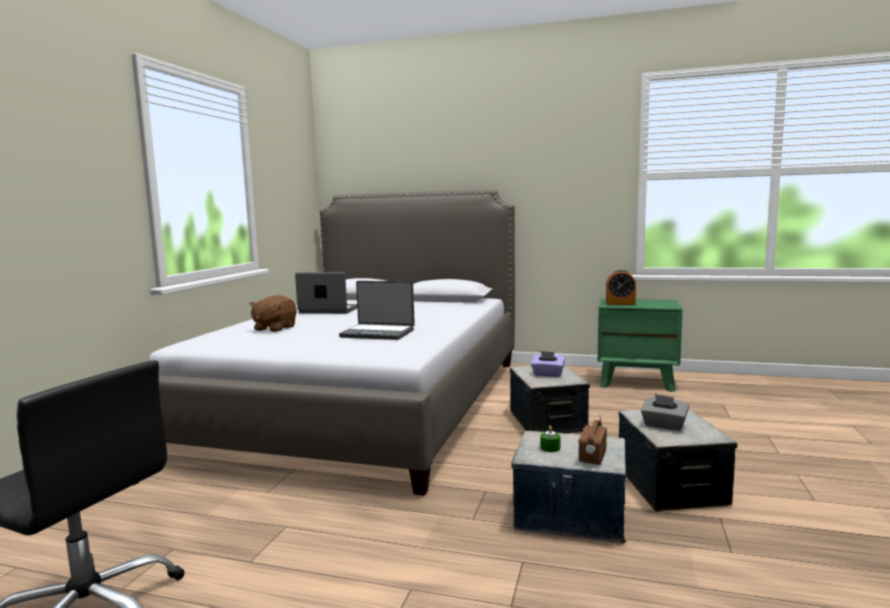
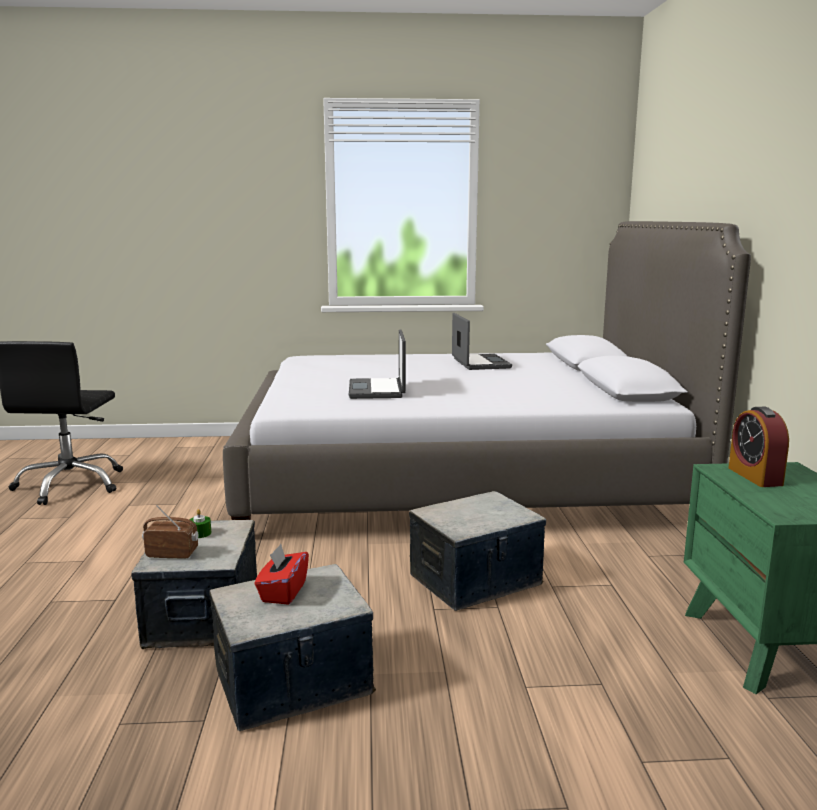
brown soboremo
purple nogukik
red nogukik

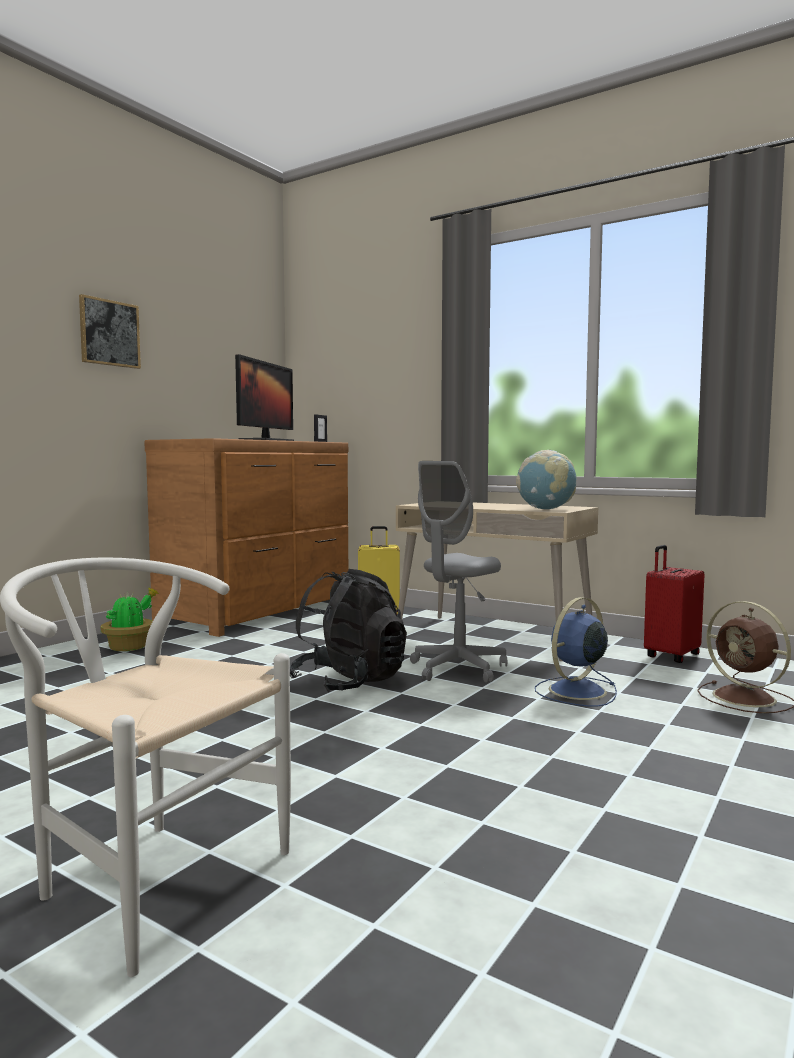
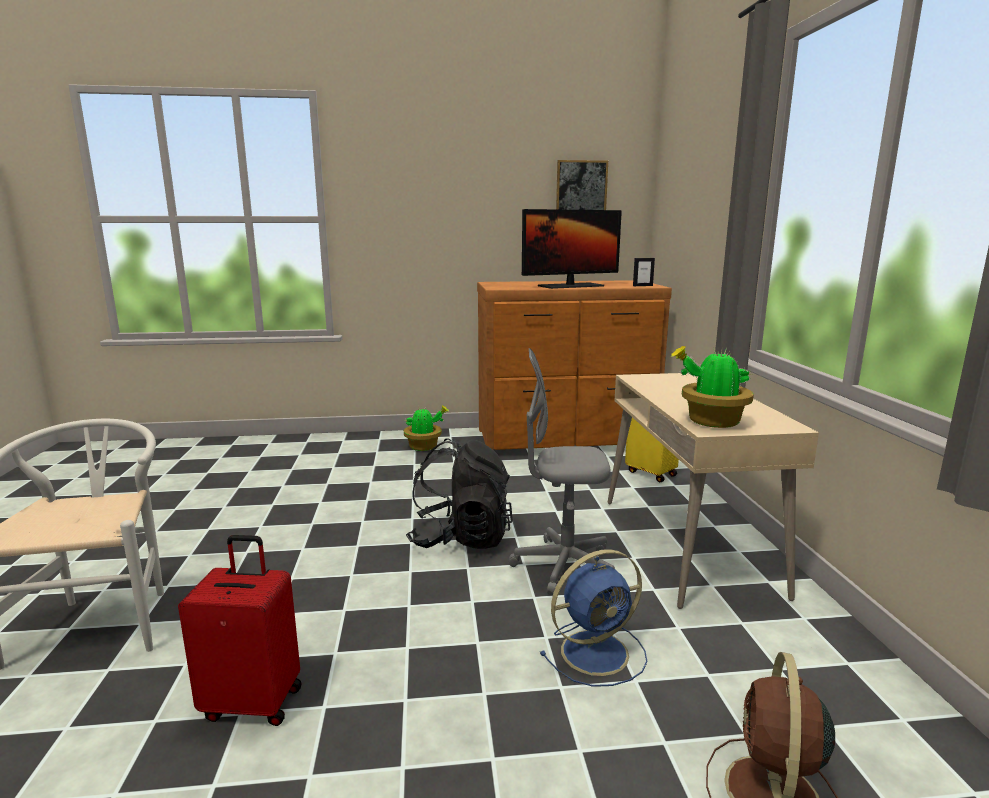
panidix
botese (no. 2 from left)
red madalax
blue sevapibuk

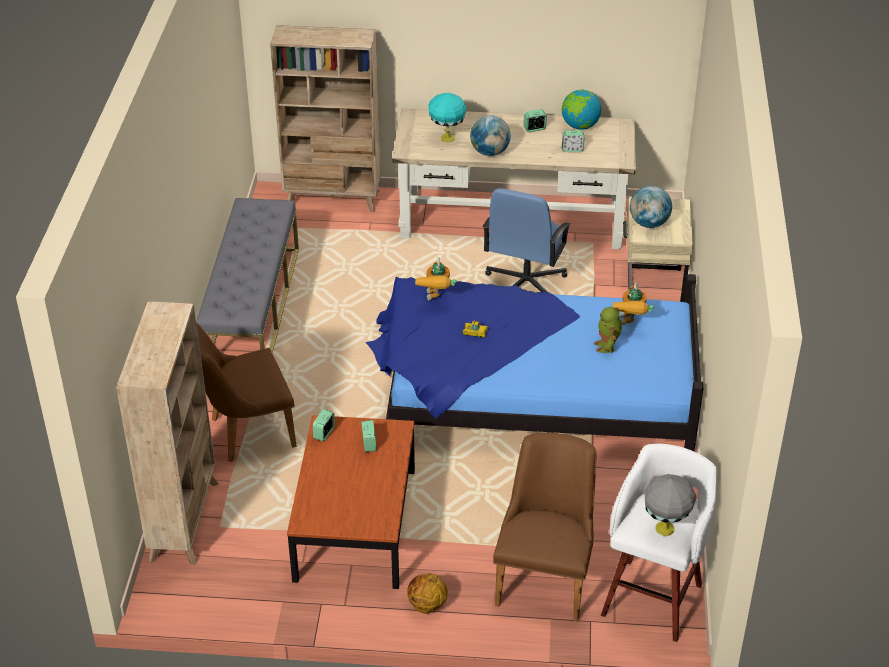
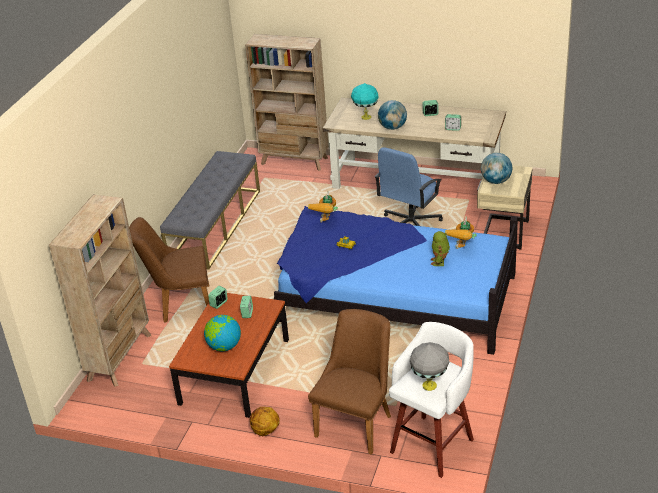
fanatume (no. 1 from left)

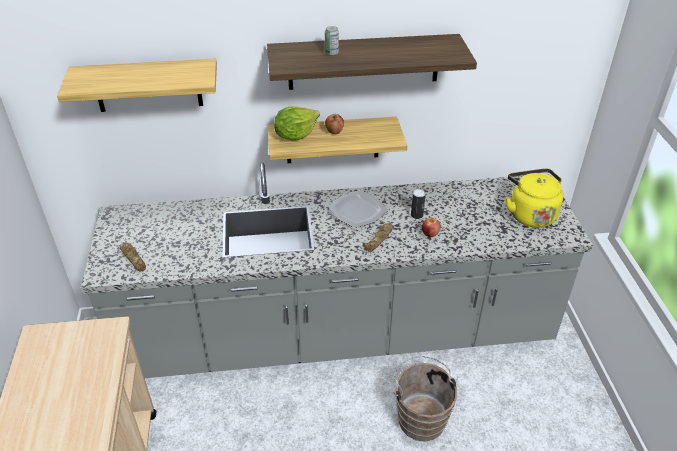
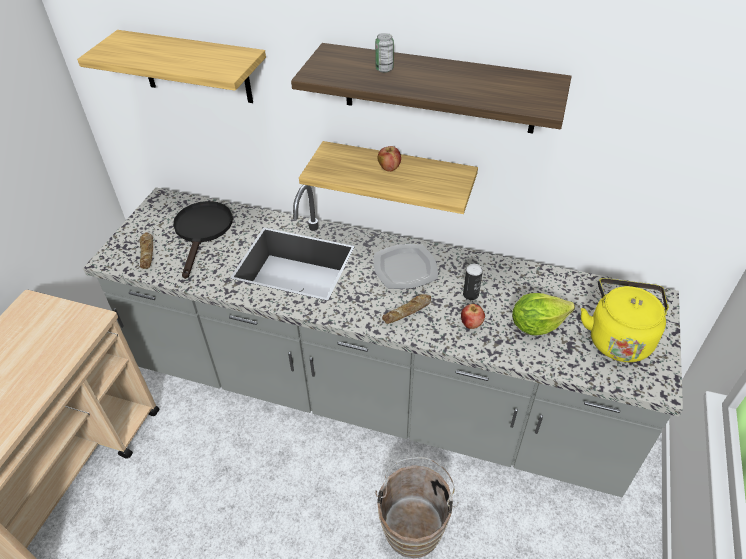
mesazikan
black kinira

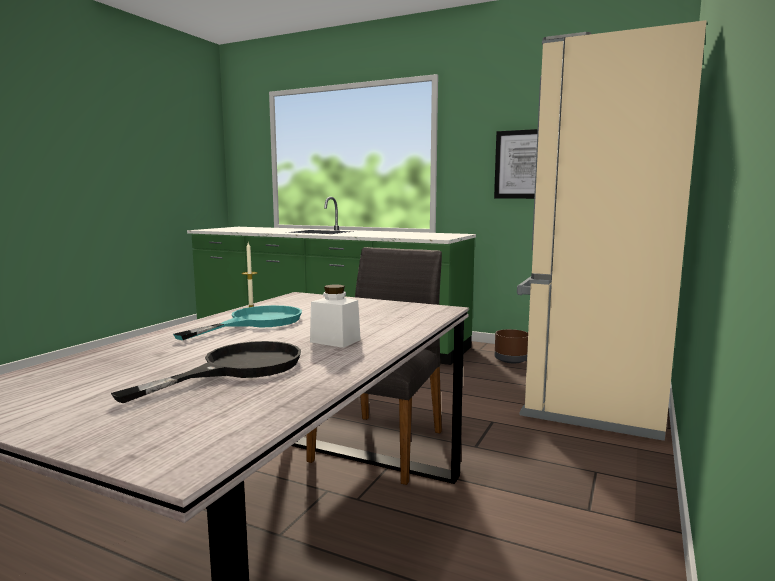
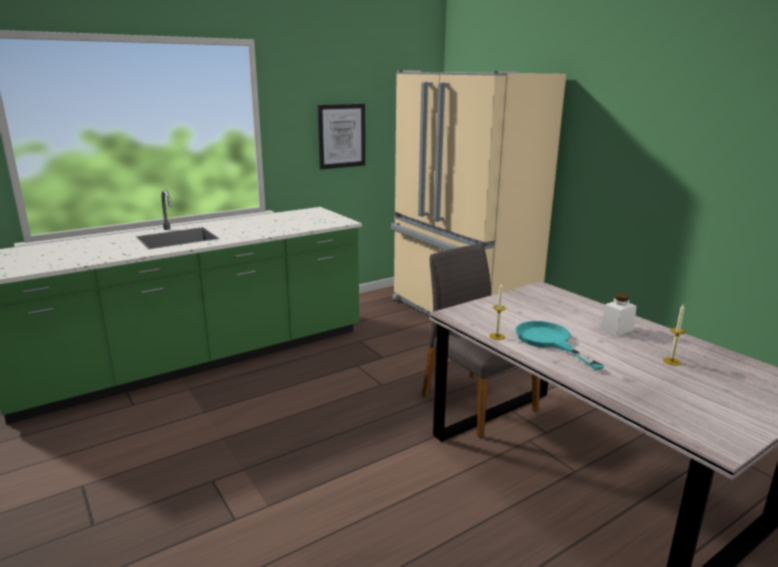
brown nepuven
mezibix (no. 2 from left)

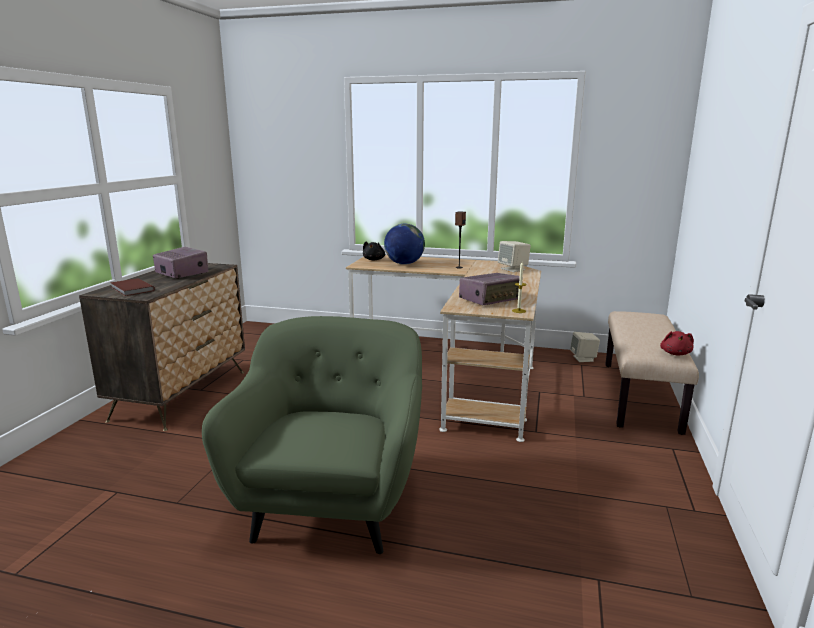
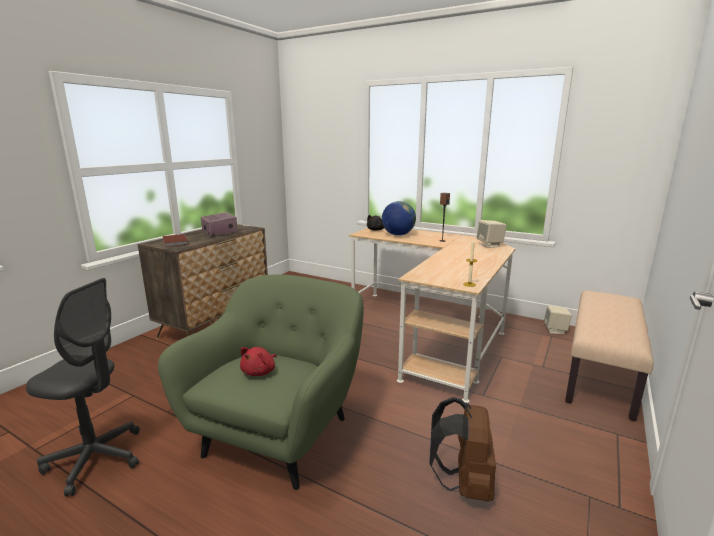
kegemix (no. 2 from left in the first image)
red soboremo
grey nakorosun
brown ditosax

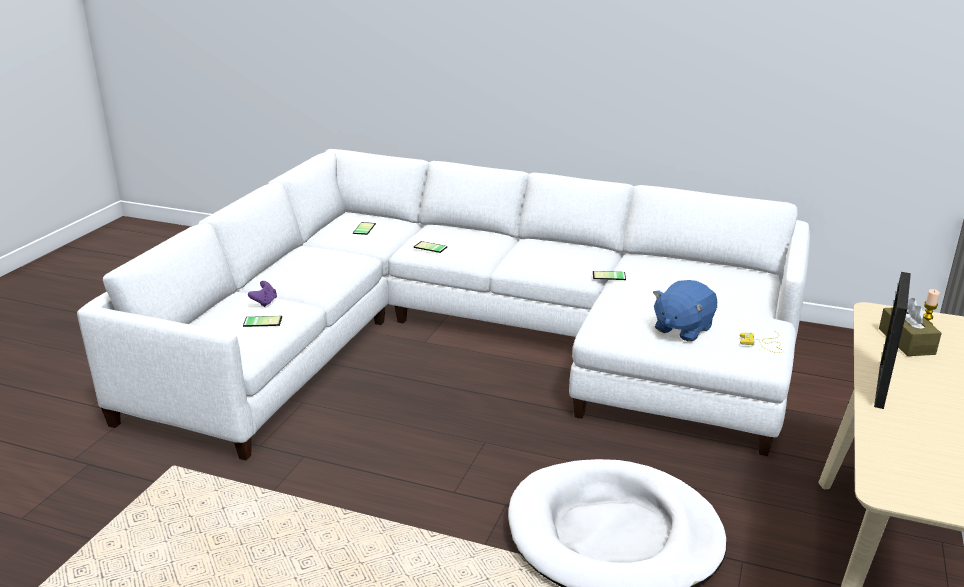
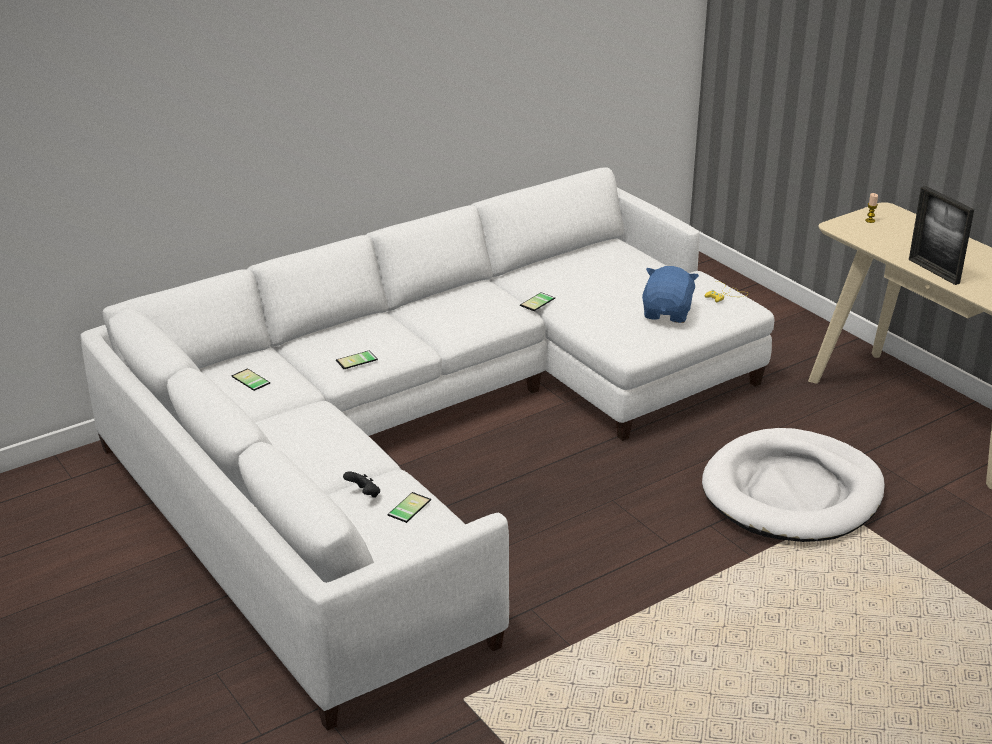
blue soboremo
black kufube
brown nogukik

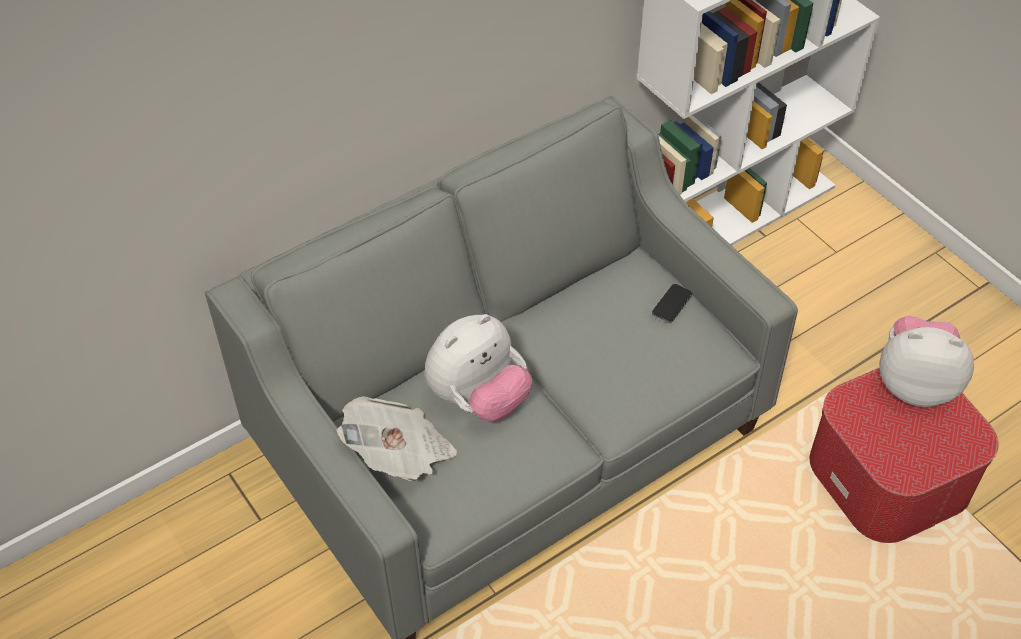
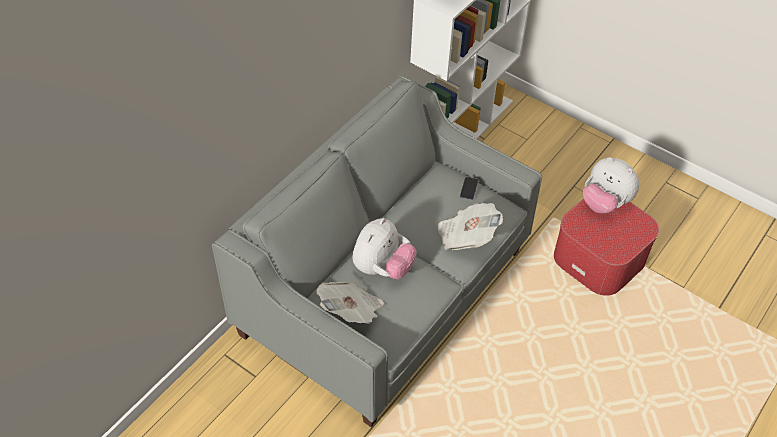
soboremo (no. 2 from left)
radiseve (no. 2 from left)

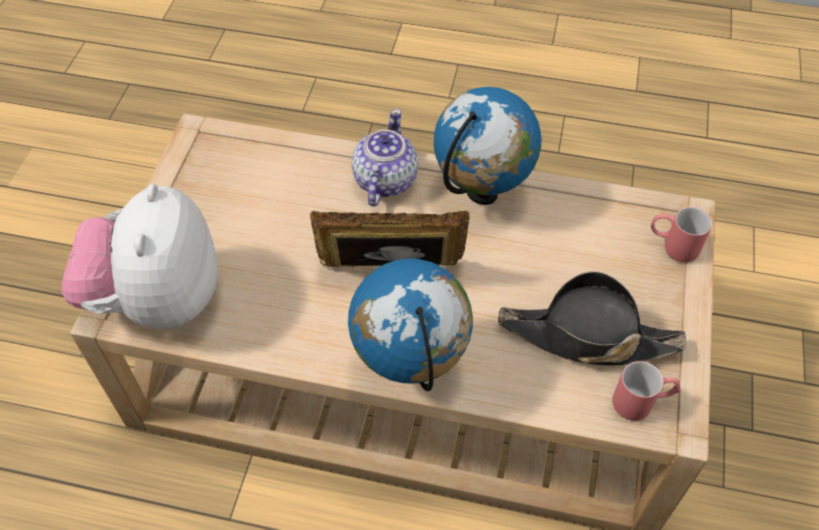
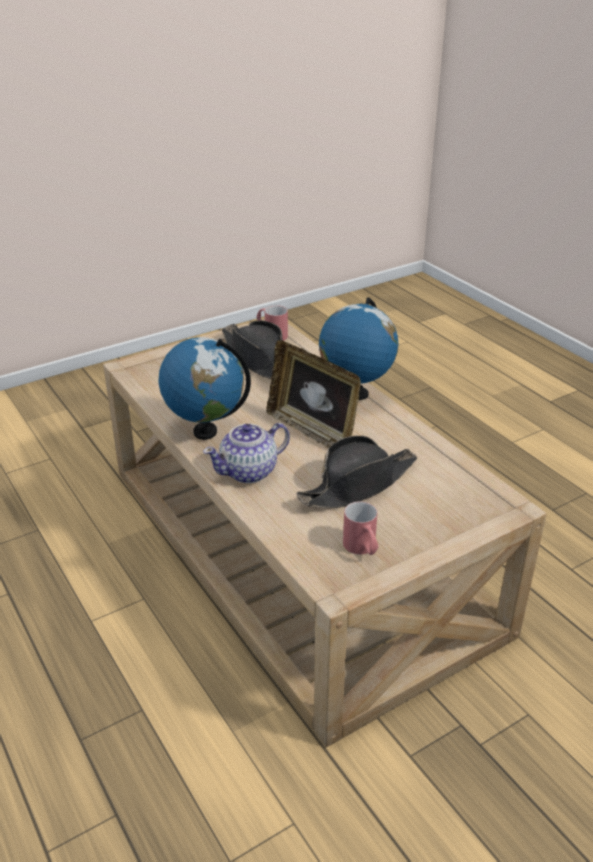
soboremo
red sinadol (no. 2 from left)
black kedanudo (no. 2 from left)

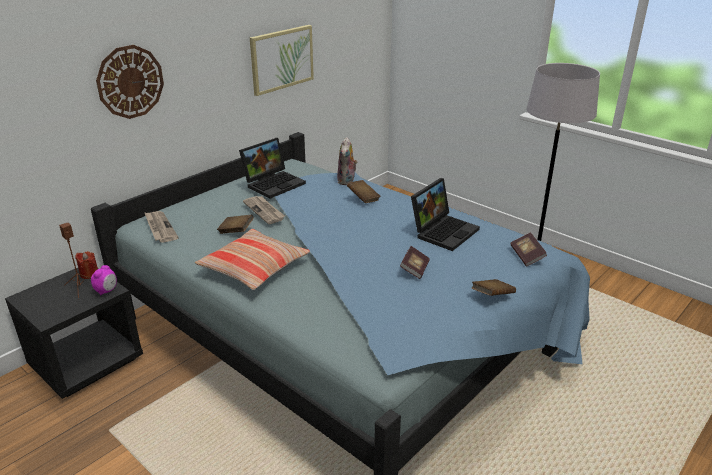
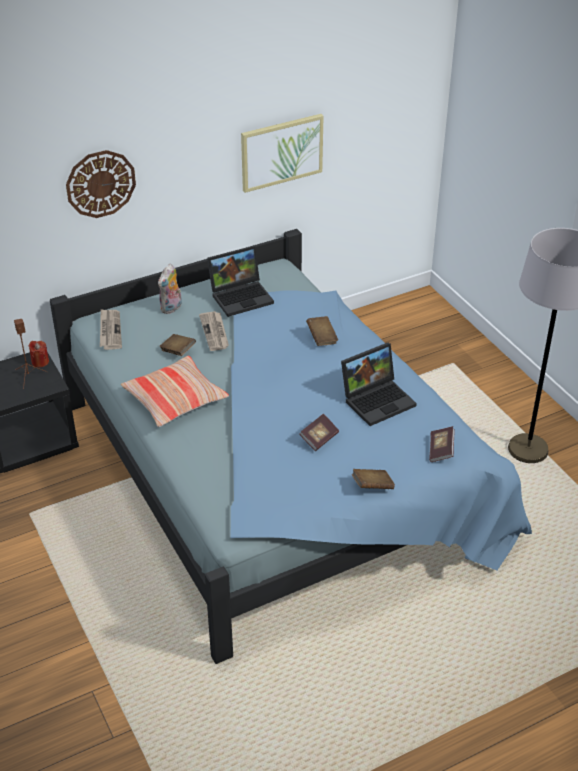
soboremo
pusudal

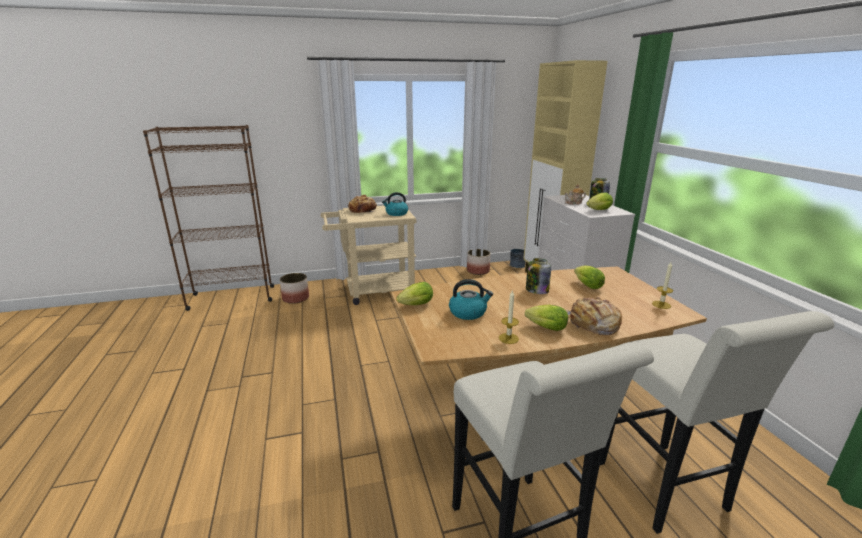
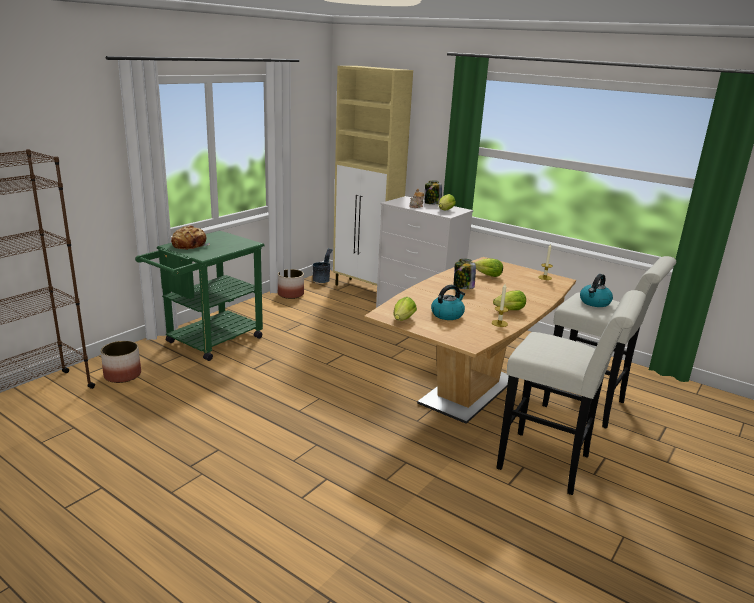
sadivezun (no. 2 from left)
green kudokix
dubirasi (no. 2 from left in the first image)

